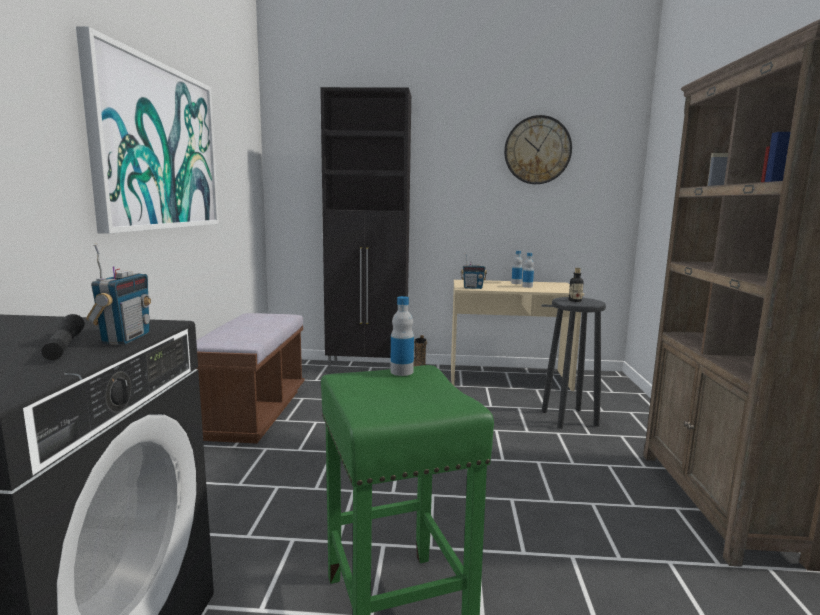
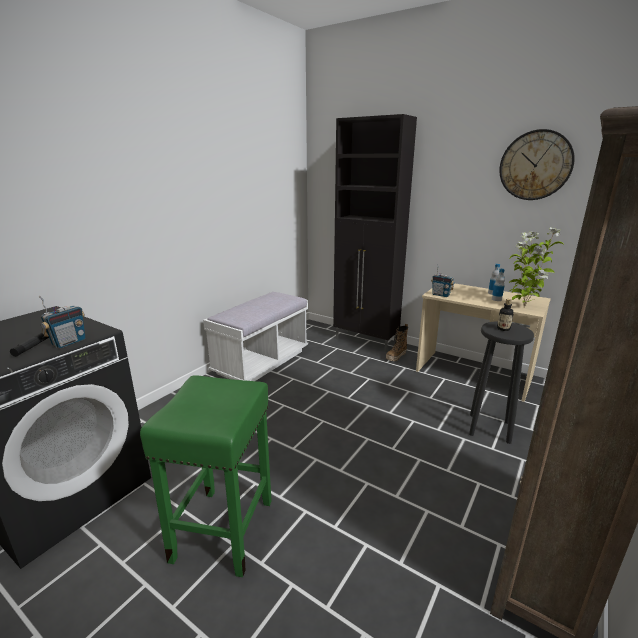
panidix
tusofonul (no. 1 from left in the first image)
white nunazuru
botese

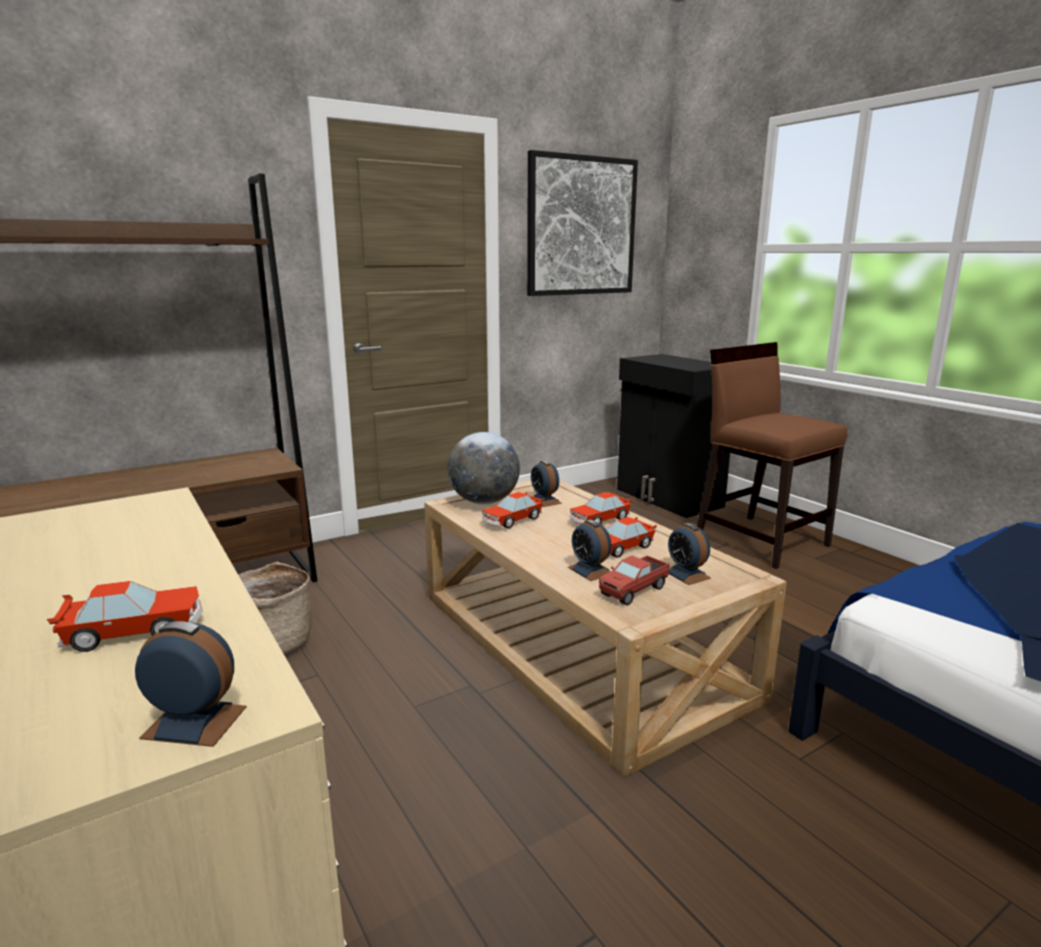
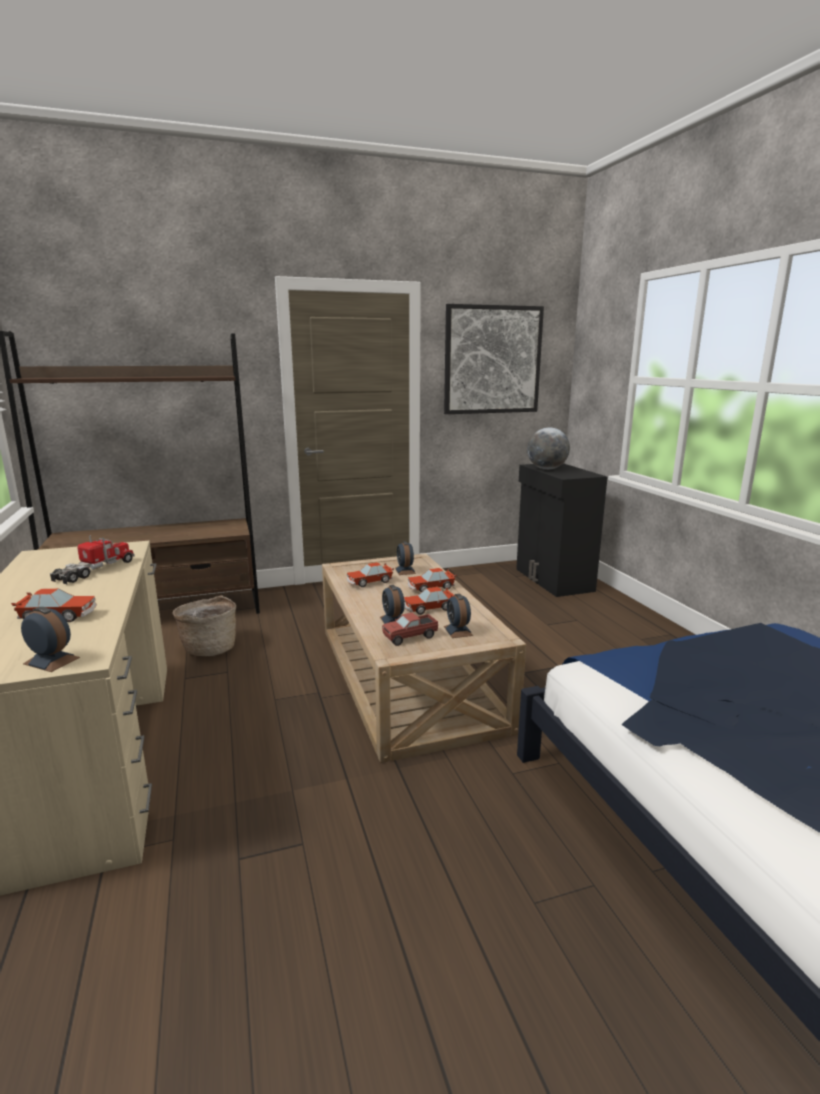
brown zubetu
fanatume
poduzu (no. 1 from left)

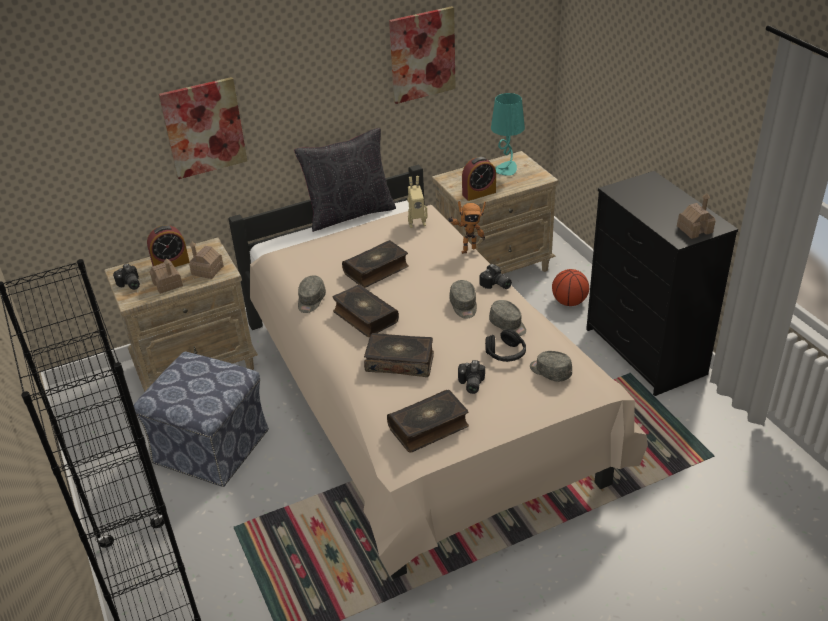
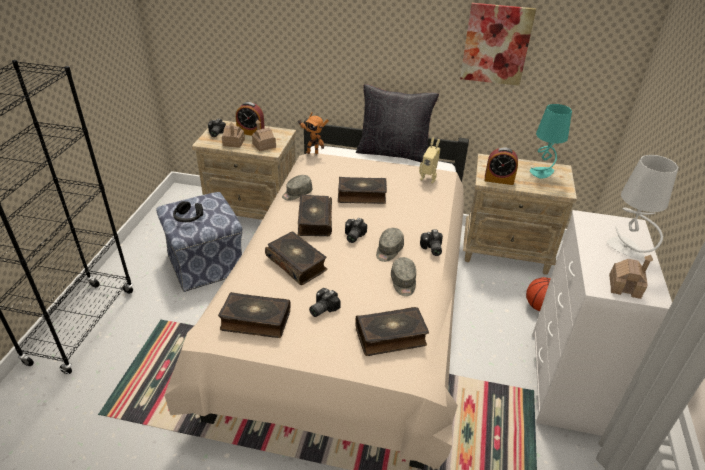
panidix (no. 1 from left in the first image)
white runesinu
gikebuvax (no. 1 from left)
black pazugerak
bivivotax (no. 5 from left)
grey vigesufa
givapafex (no. 3 from left)

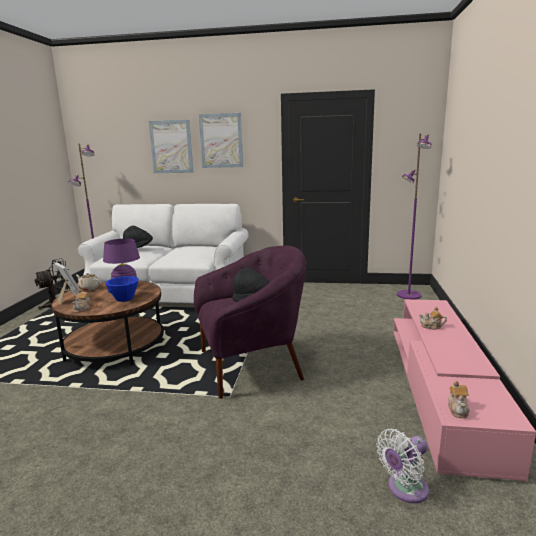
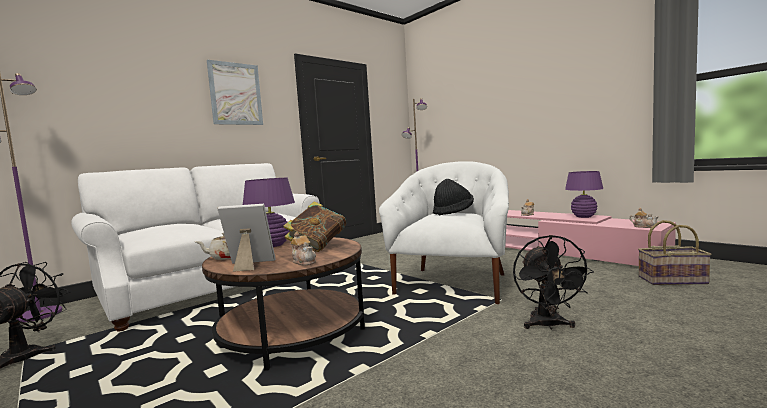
panidix (no. 1 from left in the first image)
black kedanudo (no. 1 from left in the first image)
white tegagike
bivivotax
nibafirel
purple vigesufa (no. 2 from left)
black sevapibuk (no. 2 from left)

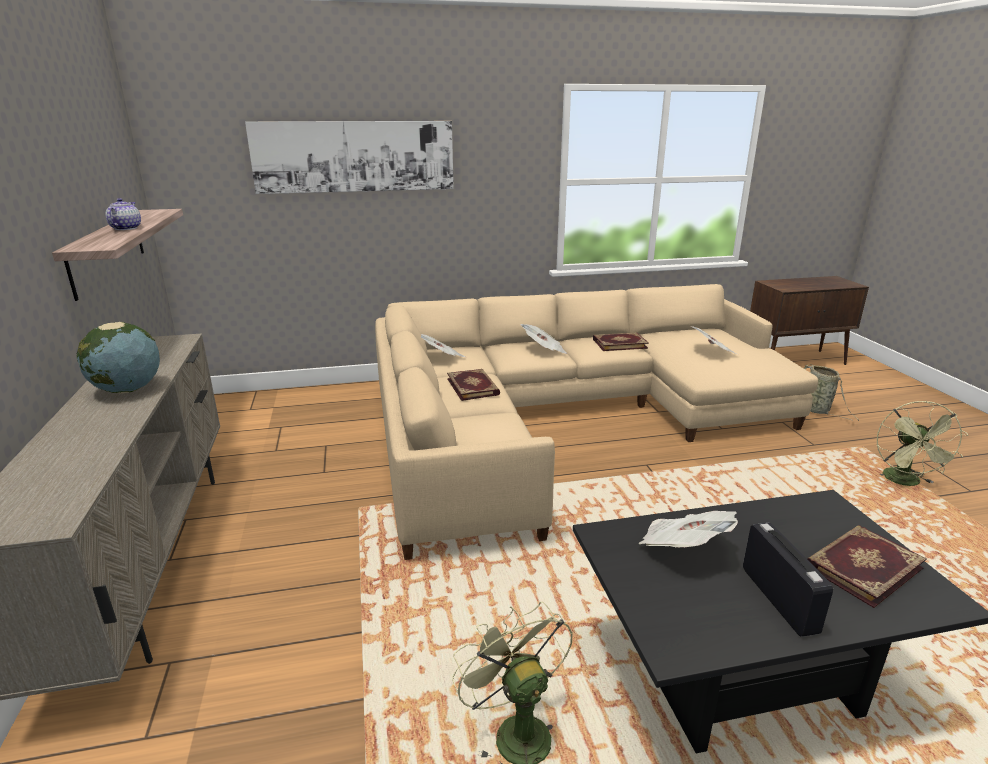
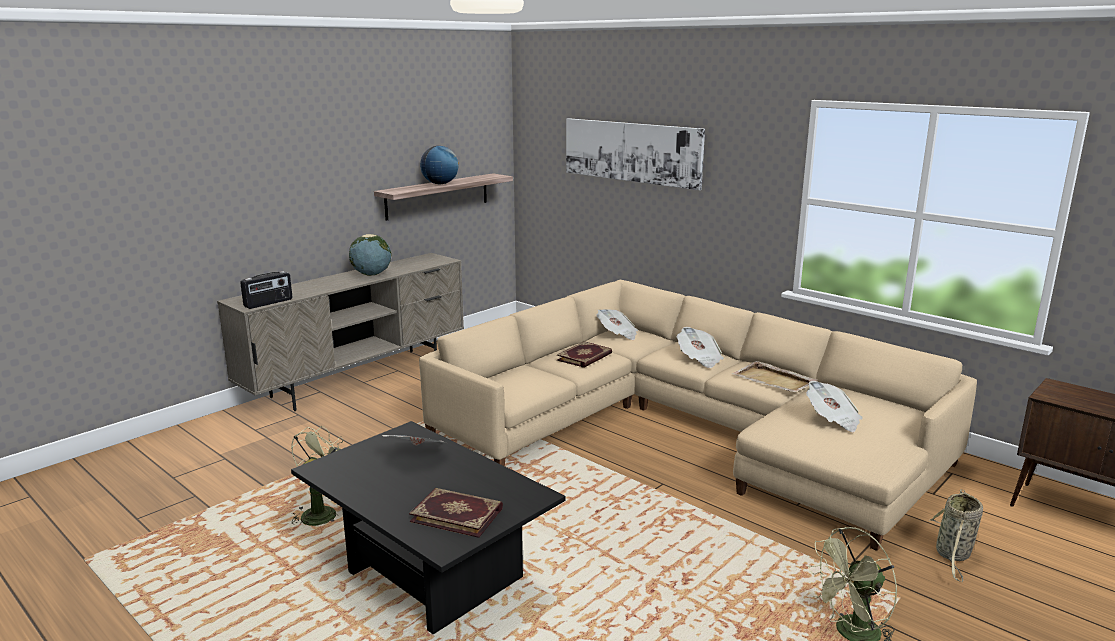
fanatume (no. 2 from left)
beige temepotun
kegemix

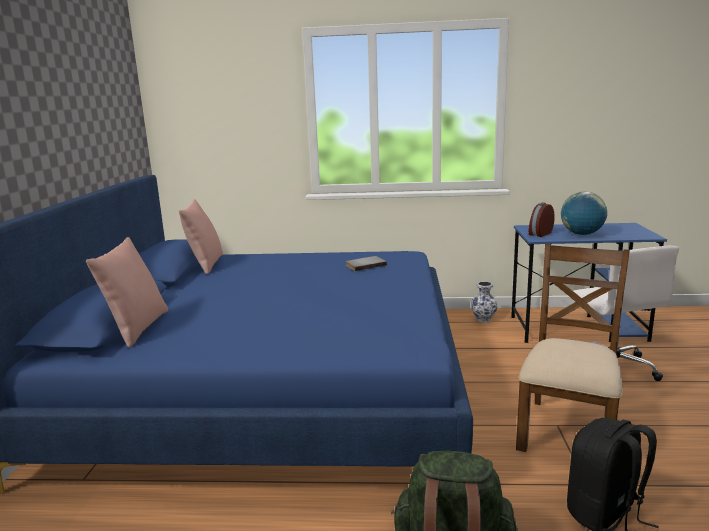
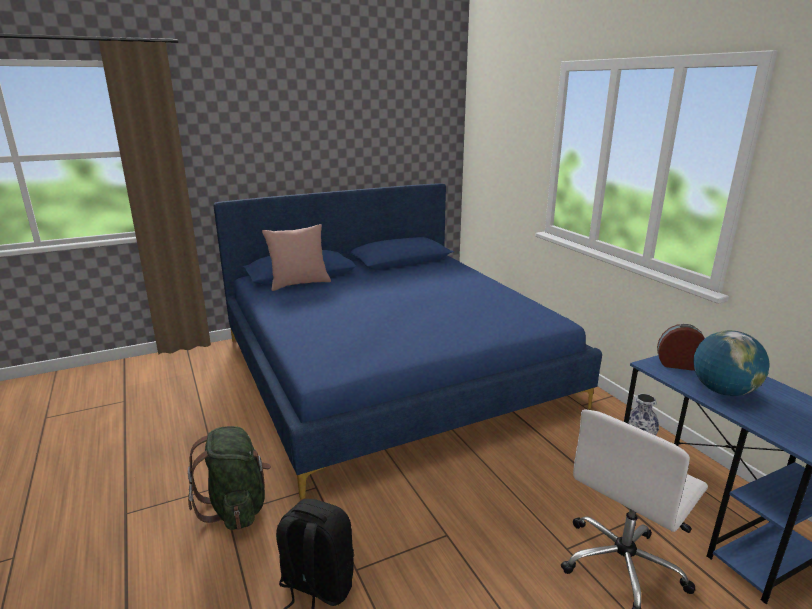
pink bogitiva (no. 2 from left in the first image)
brown zubetu
grey bivivotax

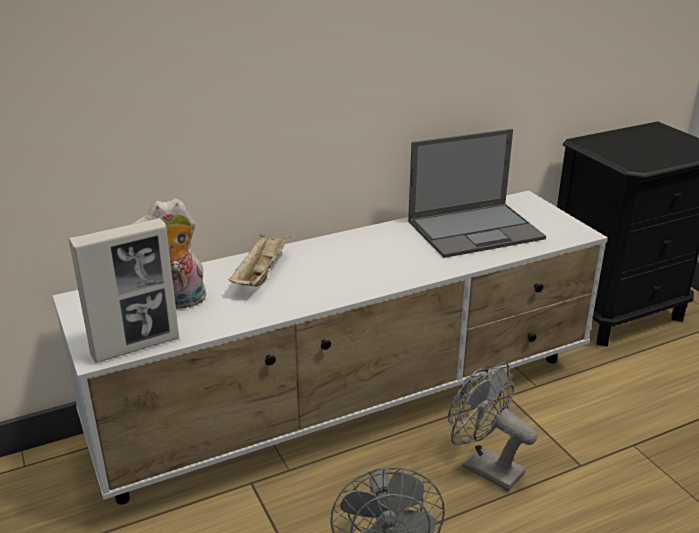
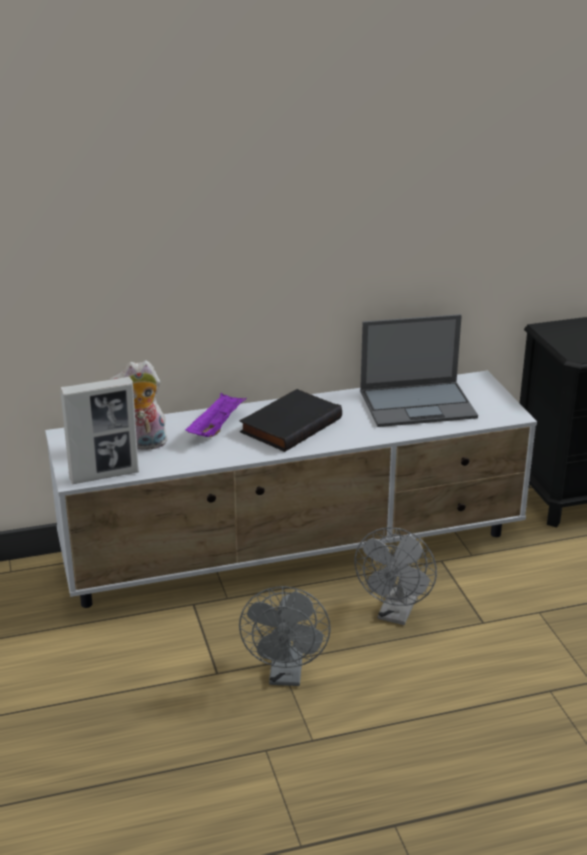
purple temepotun
grey sevapibuk (no. 2 from left)
black bivivotax

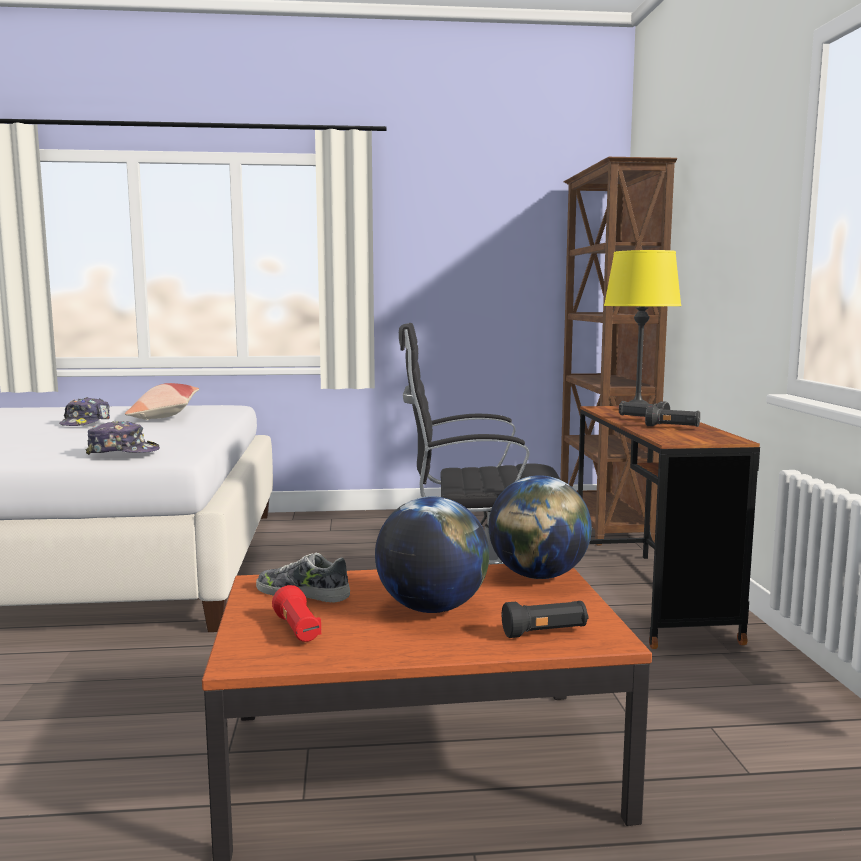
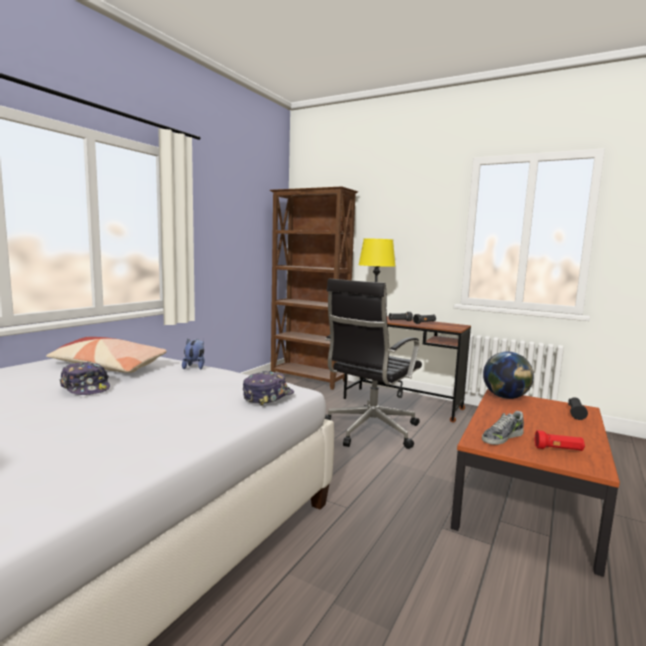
fanatume (no. 1 from left in the first image)
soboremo

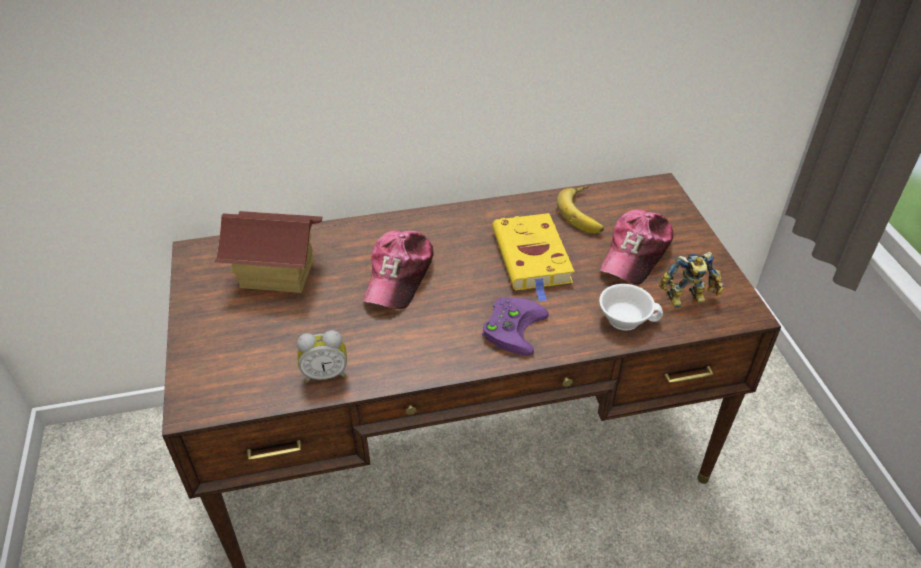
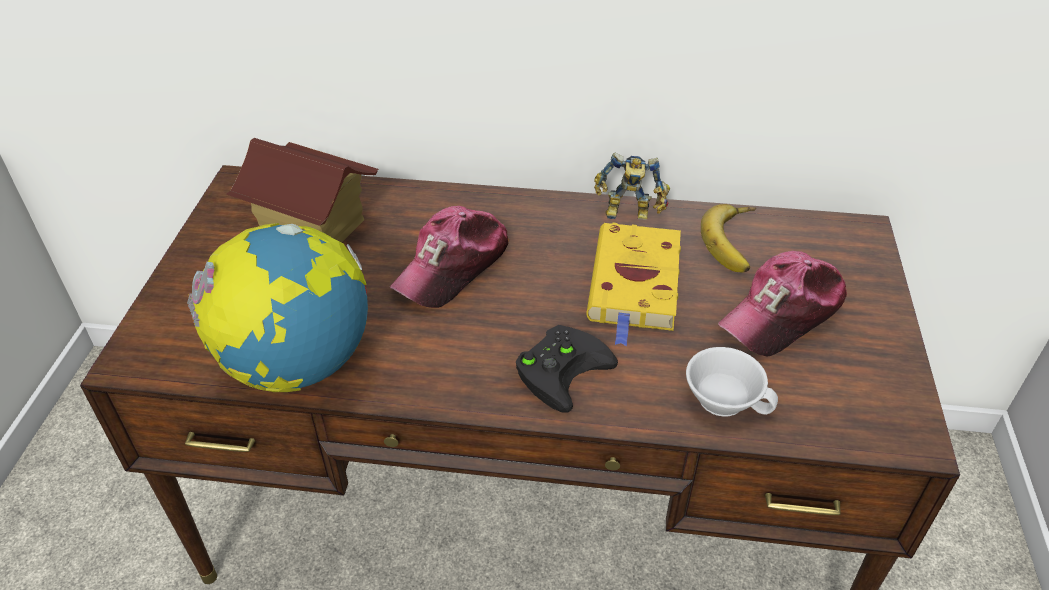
gikebuvax
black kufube
fanatume

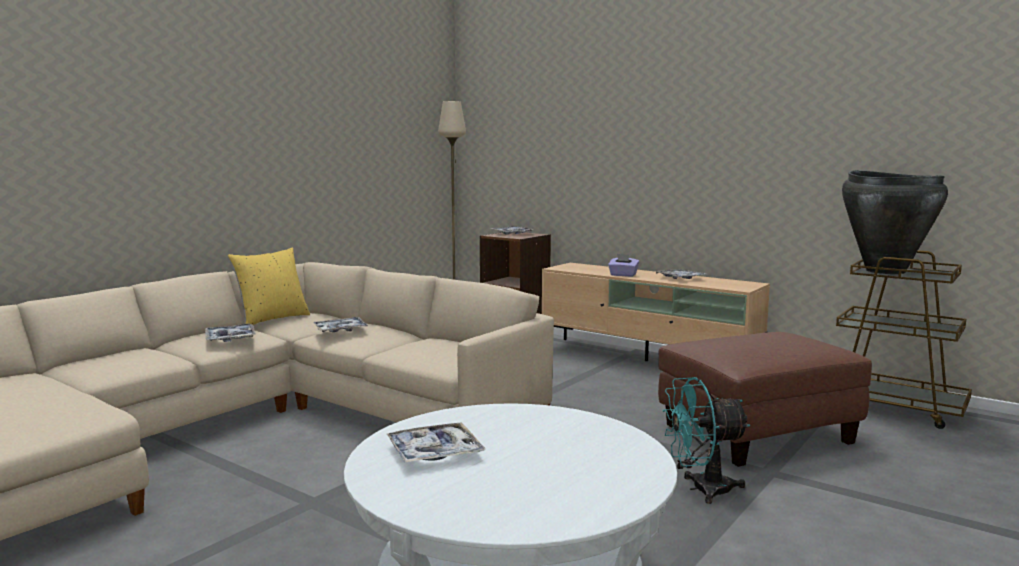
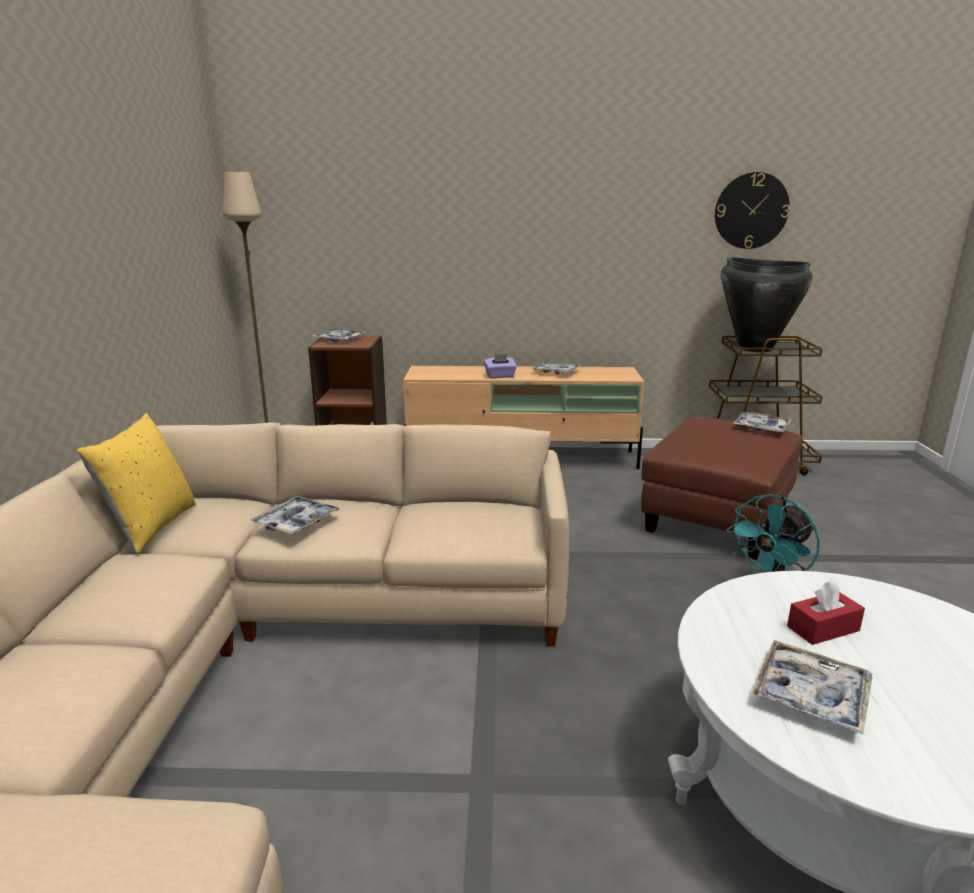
temepotun (no. 4 from left)
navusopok
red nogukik

